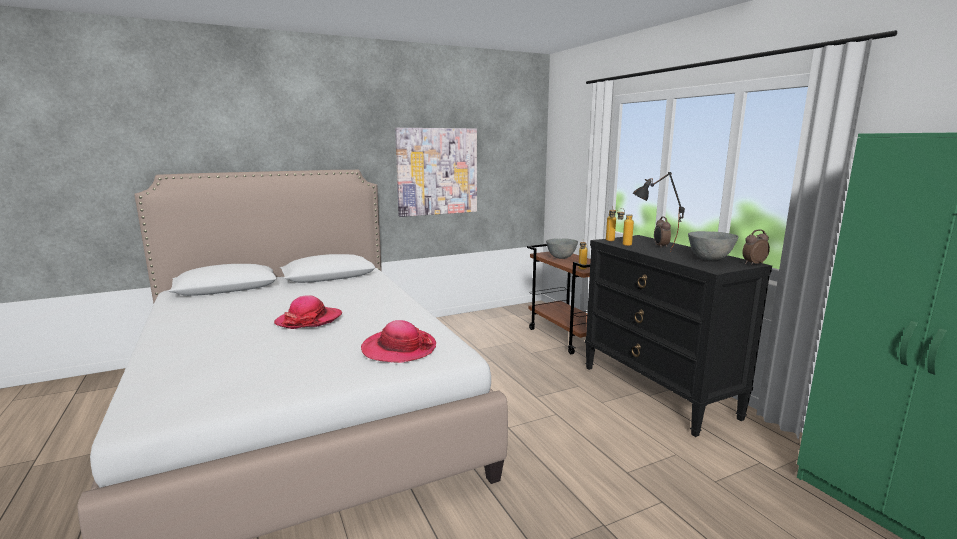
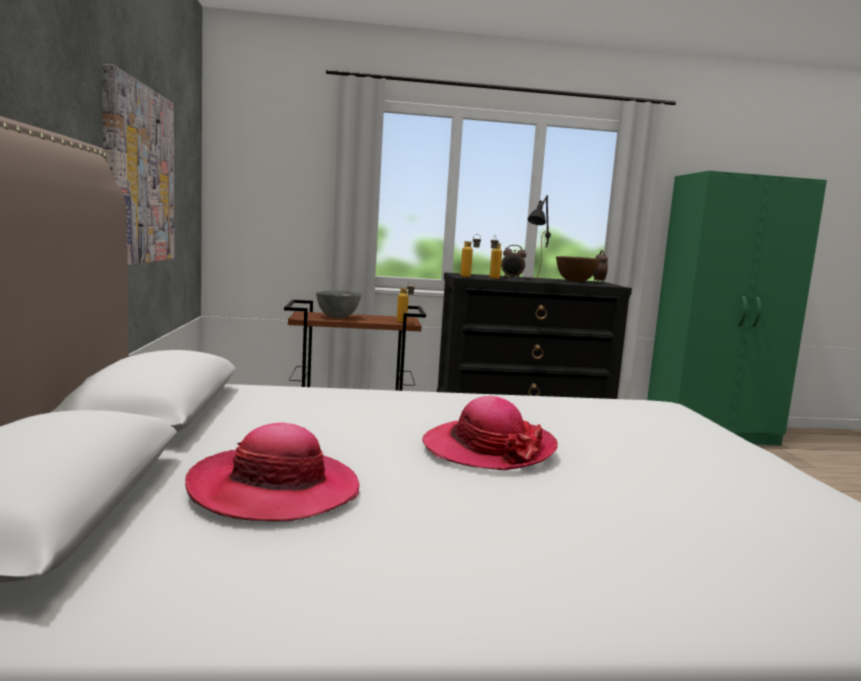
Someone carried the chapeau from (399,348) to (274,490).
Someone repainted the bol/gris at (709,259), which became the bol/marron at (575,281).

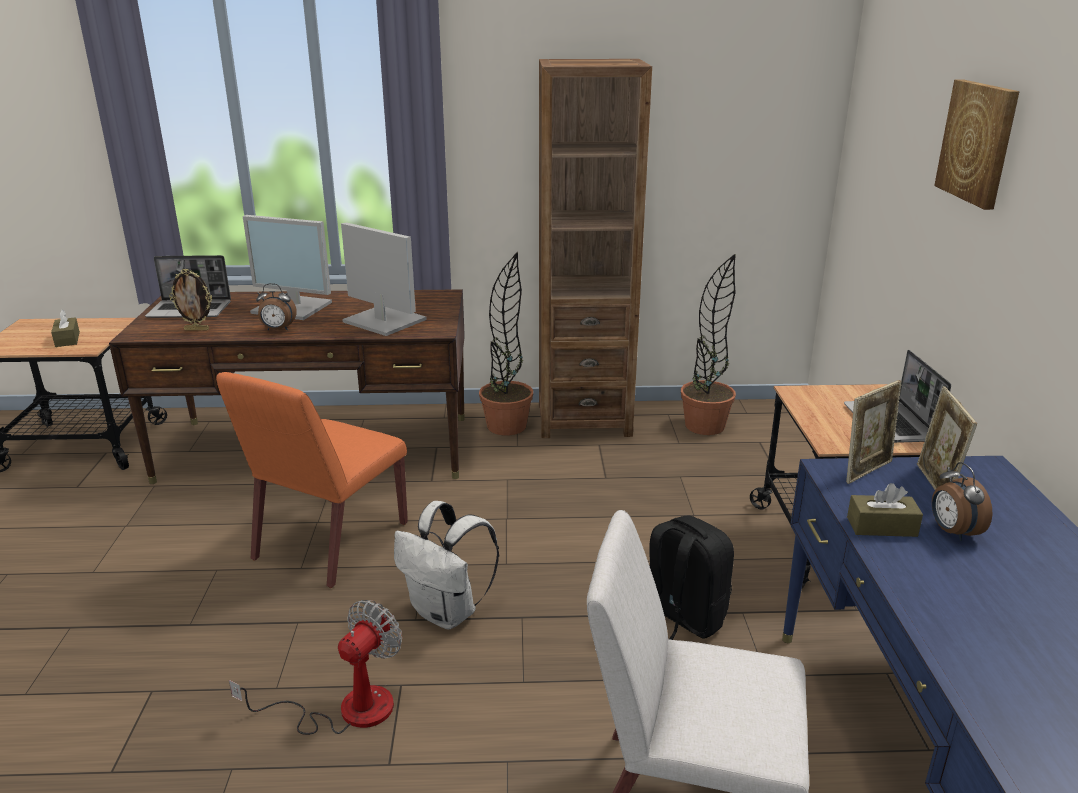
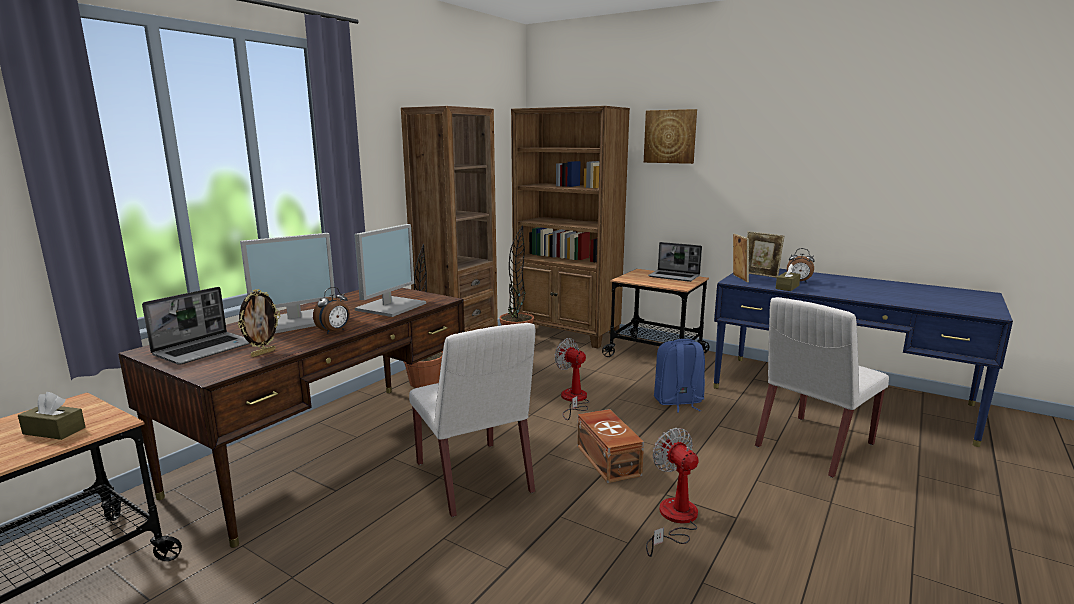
Someone repainted the chaise/orange at (330,542), which became the chaise/blanc at (474,478).
Someone rotated the écran d'ordinateur at (382,321) by 135 degrees clockwise.
Someone swapped the sac à dos/blanc at (447,613) for the boîte de rangement/marron at (608,459).
Someone repainted the sac à dos/noir at (681,618), which became the sac à dos/bleu at (678,402).
Someone put down the bibliothèque/marron at (567,333).
Someone put down the ventilateur at (573,400).

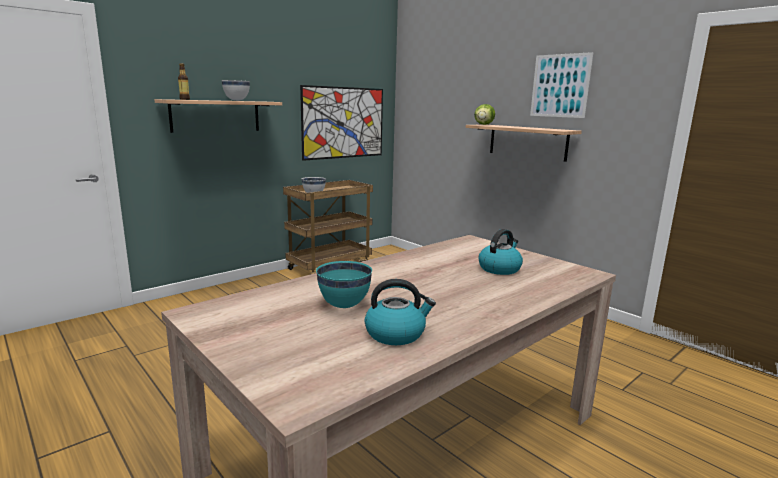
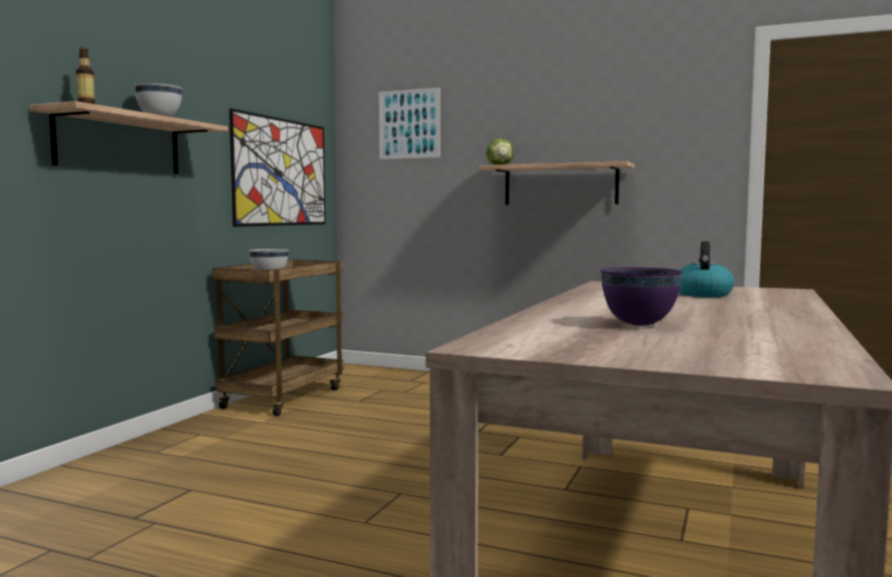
Someone repainted the bol/turquoise at (344,306), which became the bol/violet at (640,325).
Someone took away the bouilloire at (396,333).
Someone carried the tableau from (560,86) to (409,124).

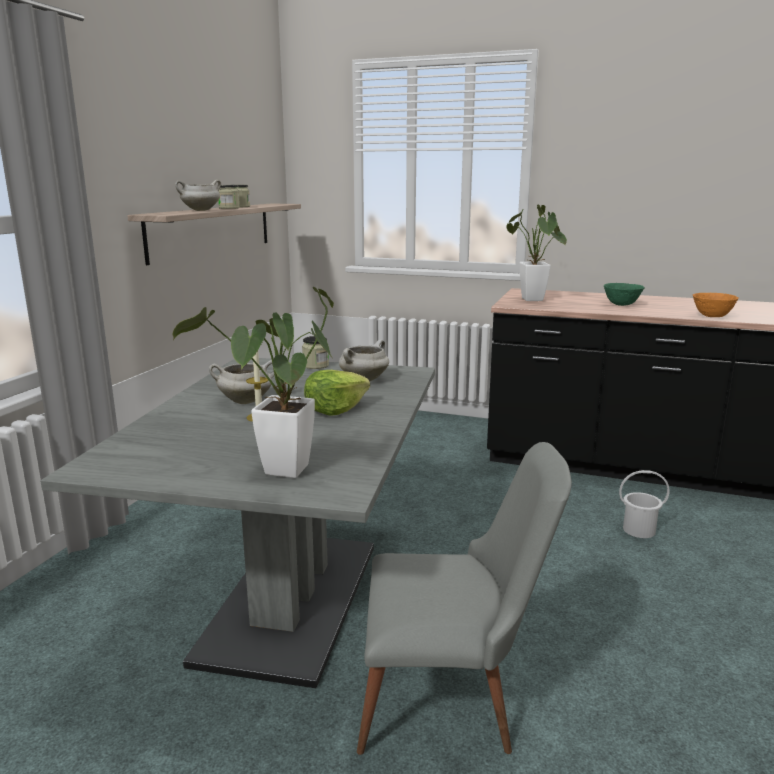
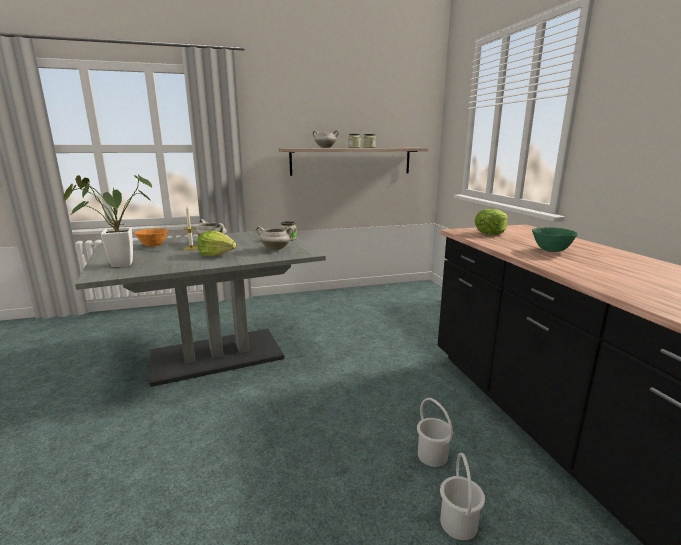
Someone took away the chaise/gris at (451,703).
Someone swapped the plante en pot at (533,300) for the laitue at (491,233).
Someone carried the bol/orange from (712,316) to (153,246).
Someone put down the seau/blanc at (459,523).

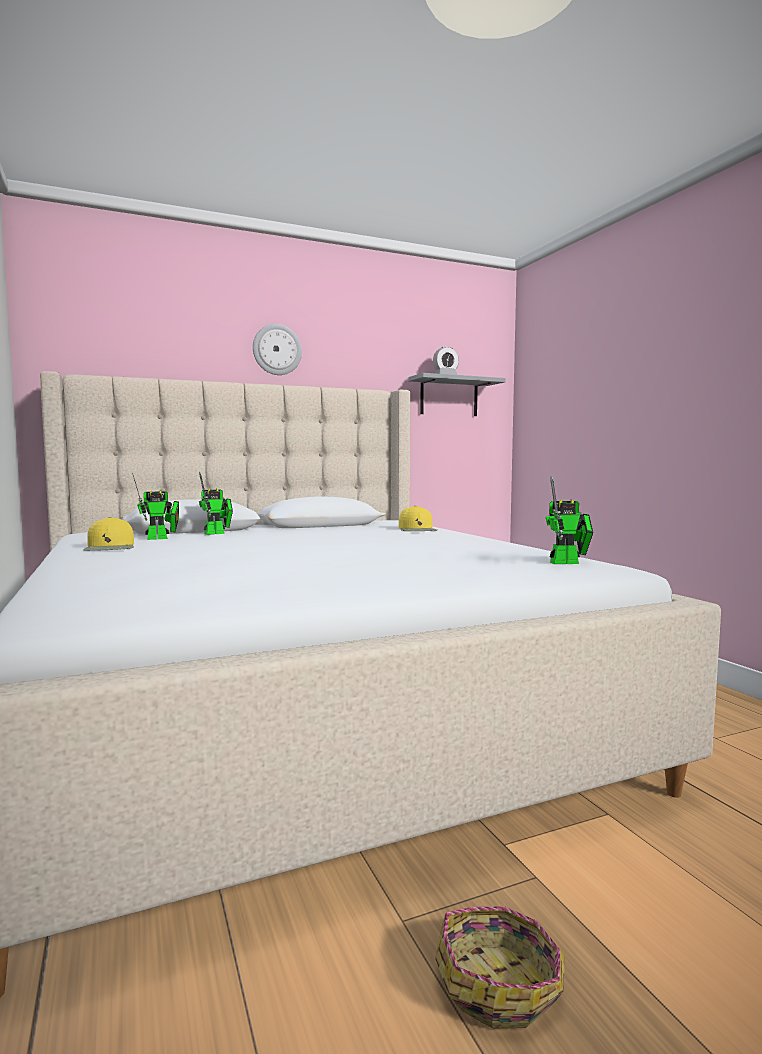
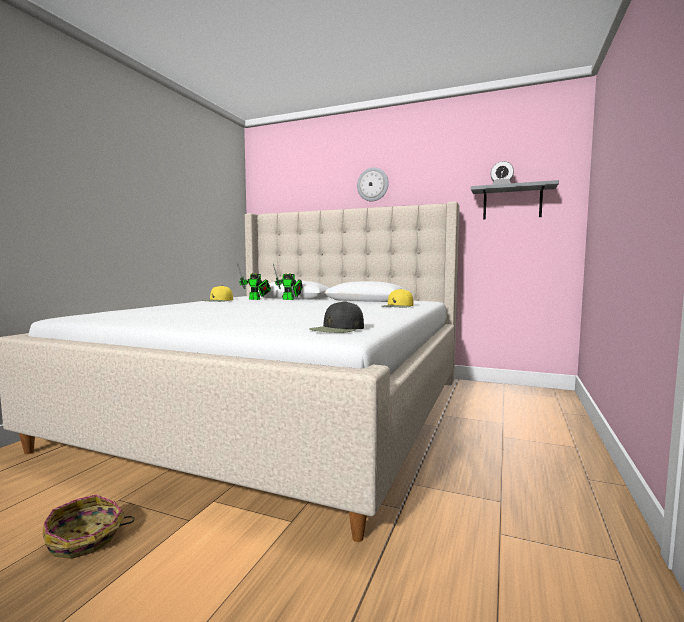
Someone swapped the robot jouet at (568,563) for the casquette/noir at (337,329).

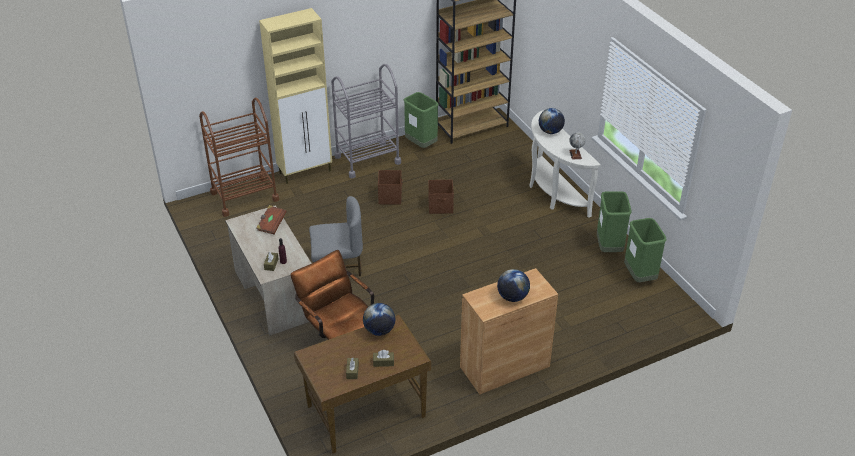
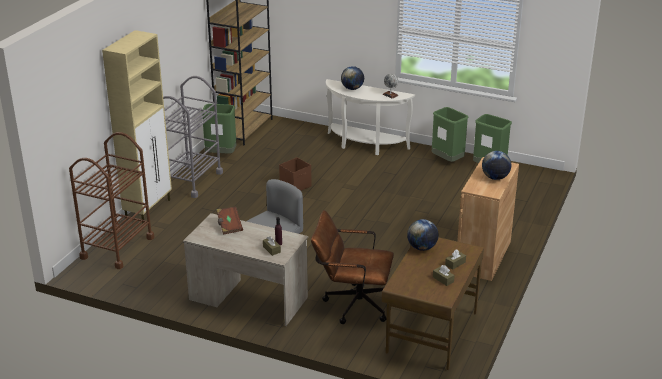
Someone took away the boîte de rangement/marron at (390,197).

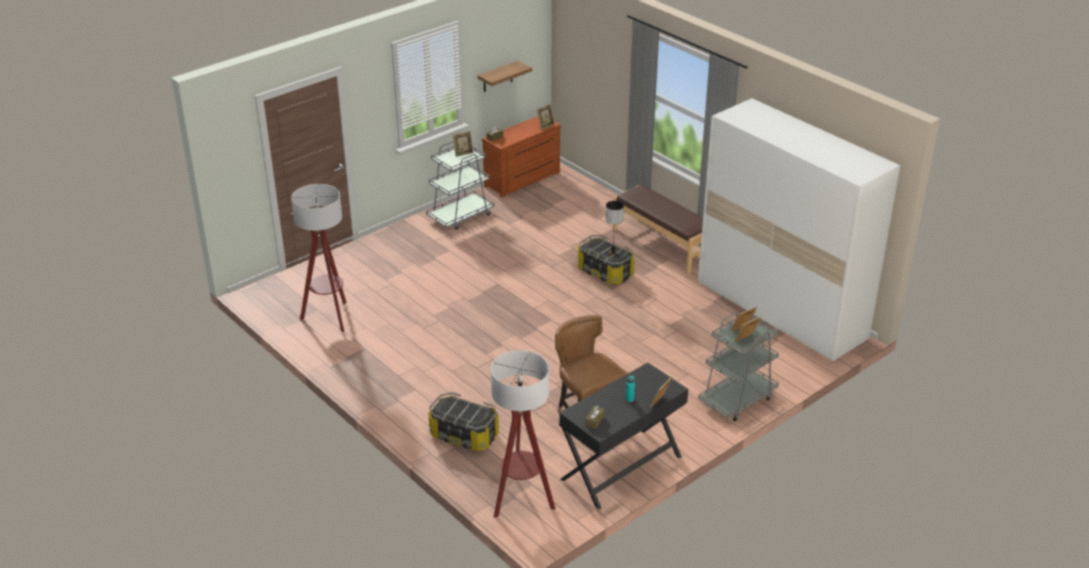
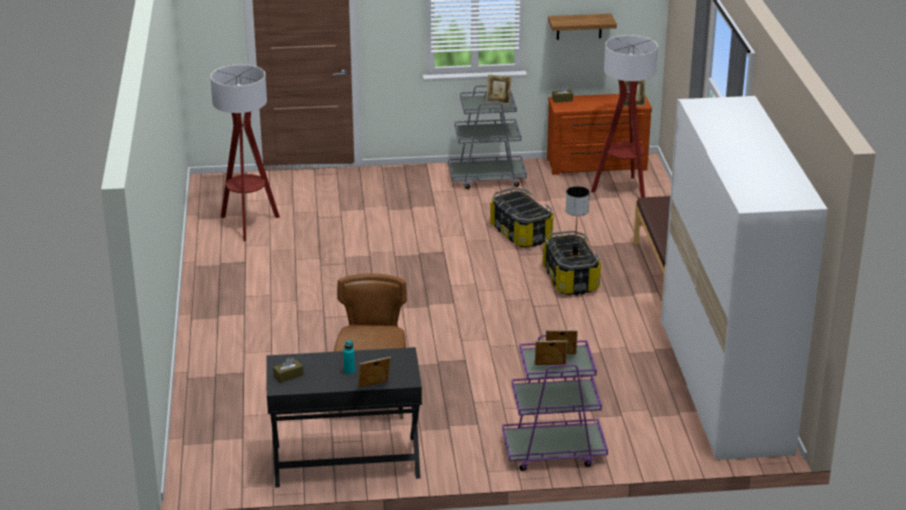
Someone carried the boîte de rangement from (464,435) to (520,233).
Someone carried the lampadaire from (521,501) to (623,190).
Someone repainted the chariot/gris at (737,399), which became the chariot/violet at (553,451).

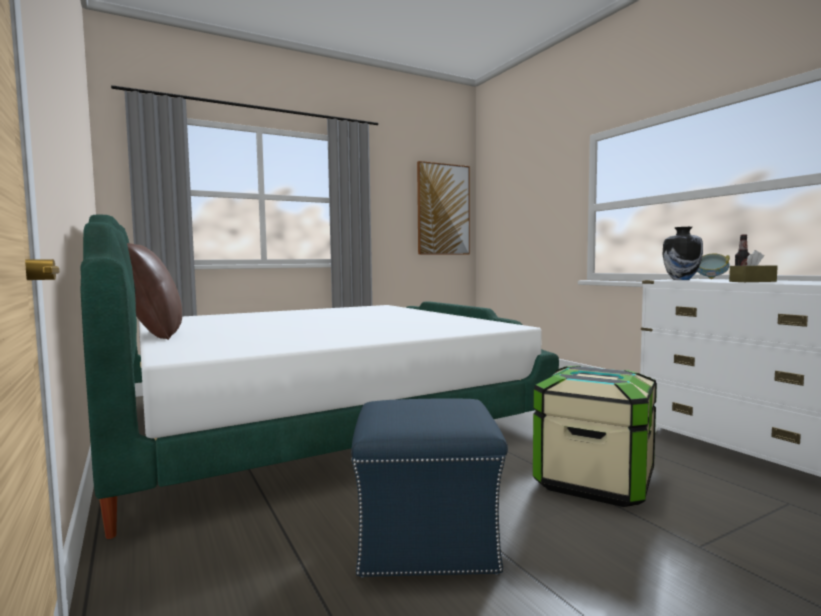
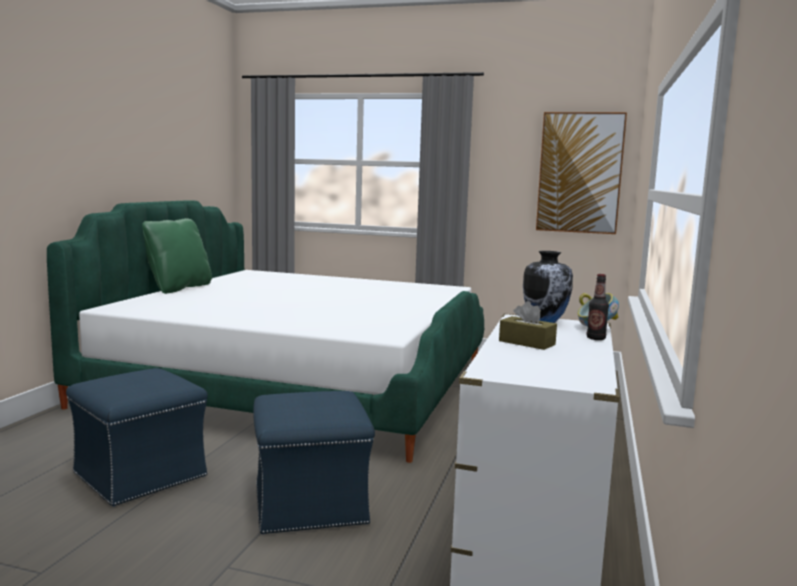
Someone repainted the coussin/marron at (153,335), which became the coussin/vert at (178,288).
Someone swapped the boîte de rangement at (594,481) for the pouf/bleu at (310,504).

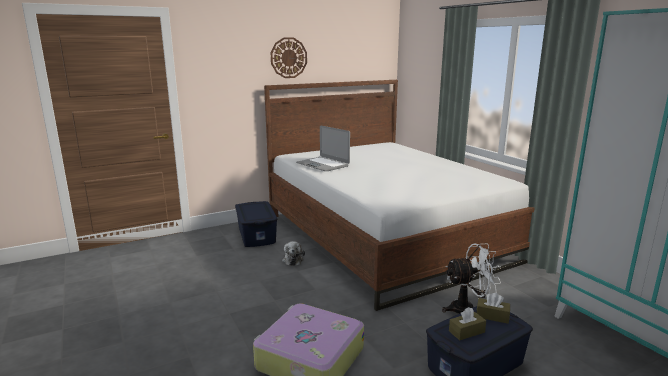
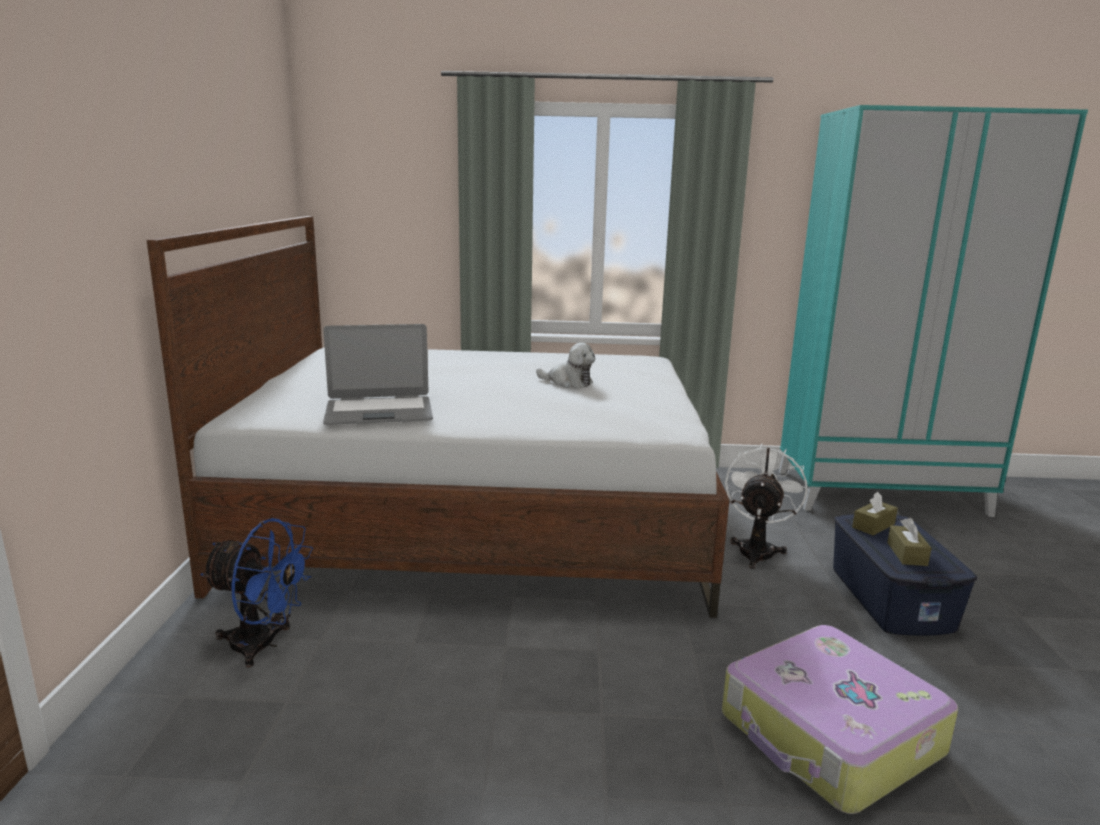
Someone swapped the boîte de rangement/bleu at (257,235) for the ventilateur/bleu at (264,645).
Someone took away the horloge murale at (288,58).
Someone carried the peluche from (293,260) to (568,382).

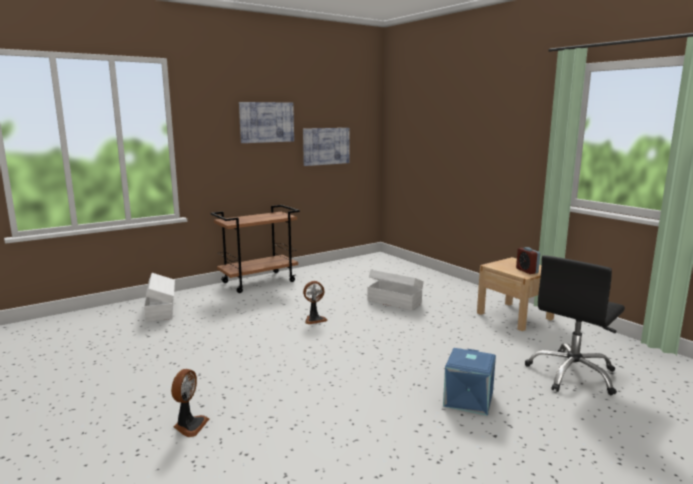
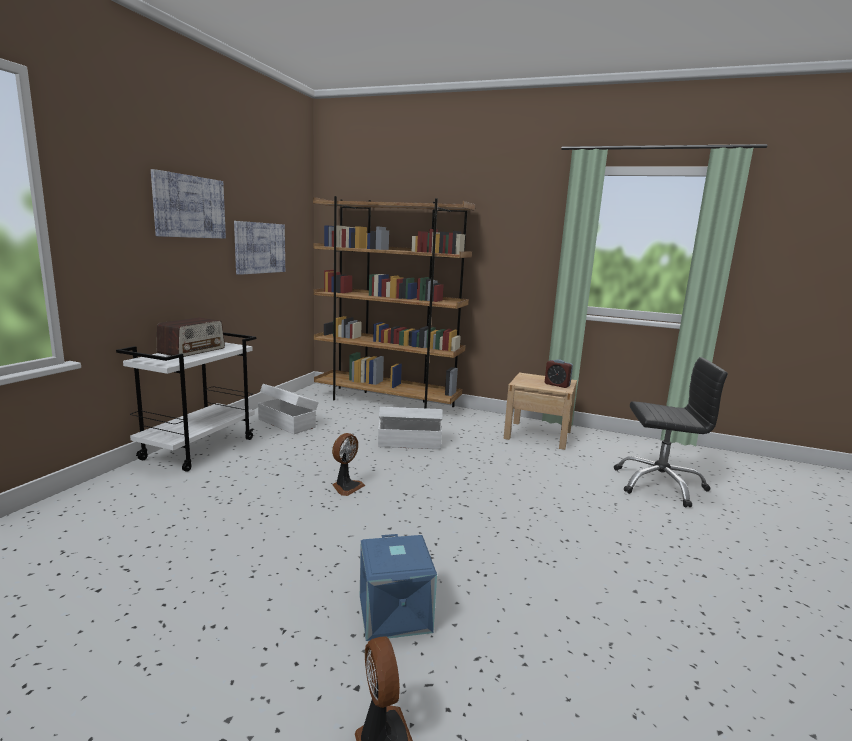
Someone carried the boîte de rangement/blanc from (161,310) to (287,423).
Someone repainted the chariot/marron at (259,282), which became the chariot/blanc at (199,448).
Someone carried the boîte de rangement/bleu from (469,400) to (396,613).
Someone rotated the chaise de bureau/noir at (572,374) by 90 degrees counterclockwise.
Someone put down the radio at (192,350).
Someone put down the bibliothèque/marron at (387,402).

